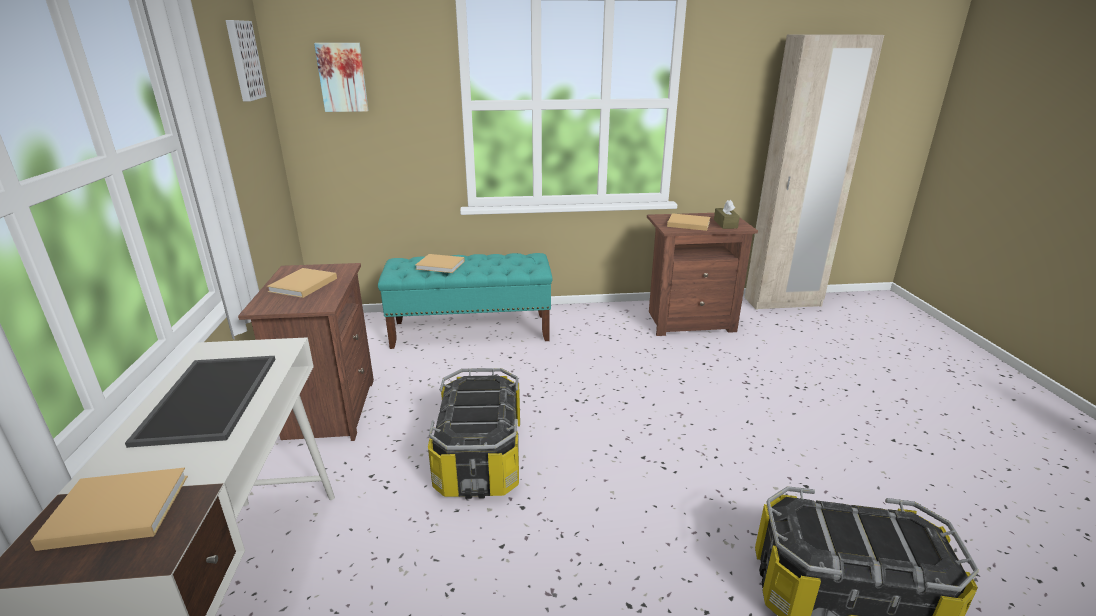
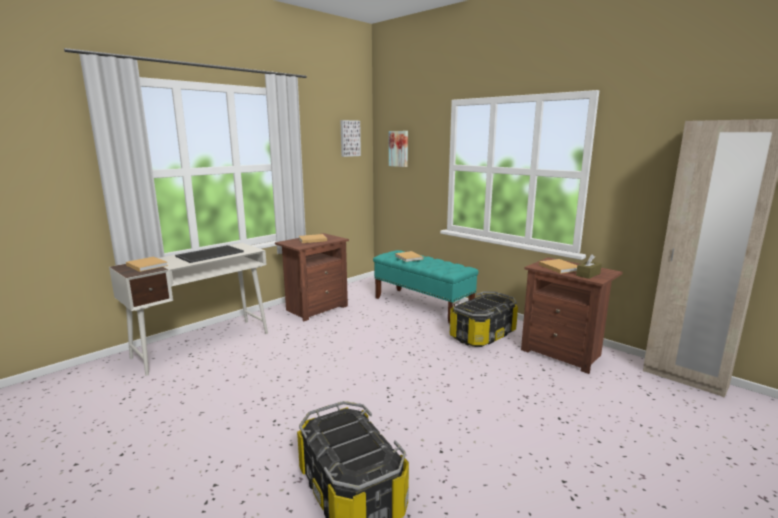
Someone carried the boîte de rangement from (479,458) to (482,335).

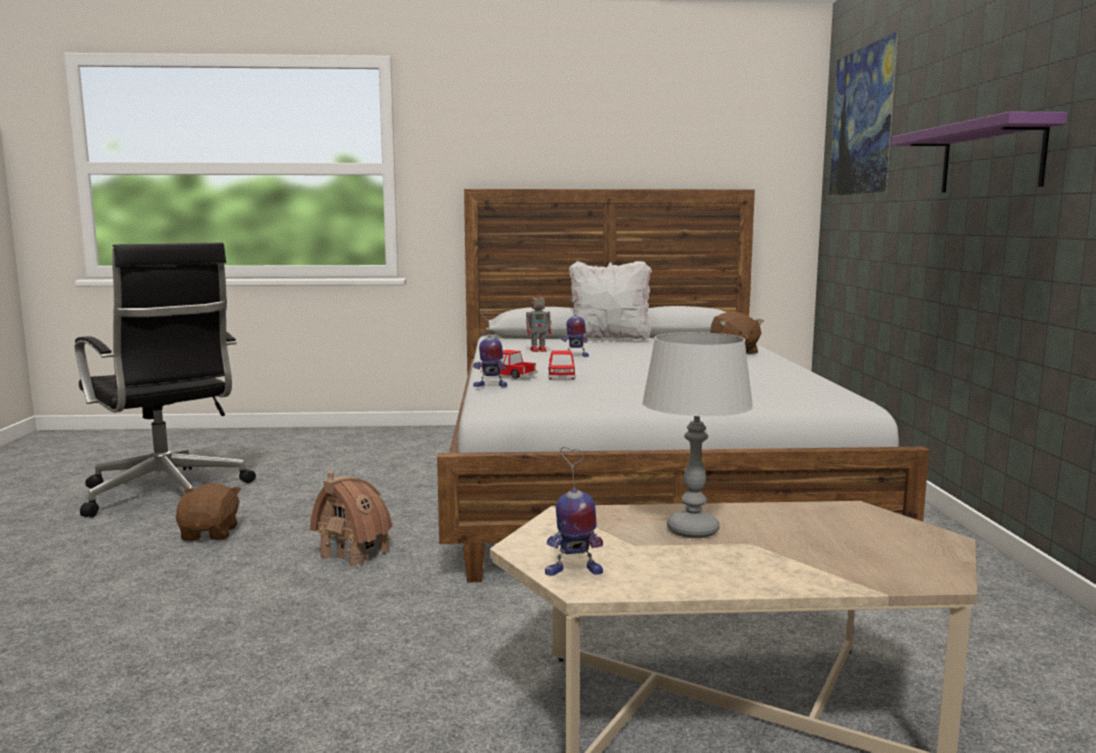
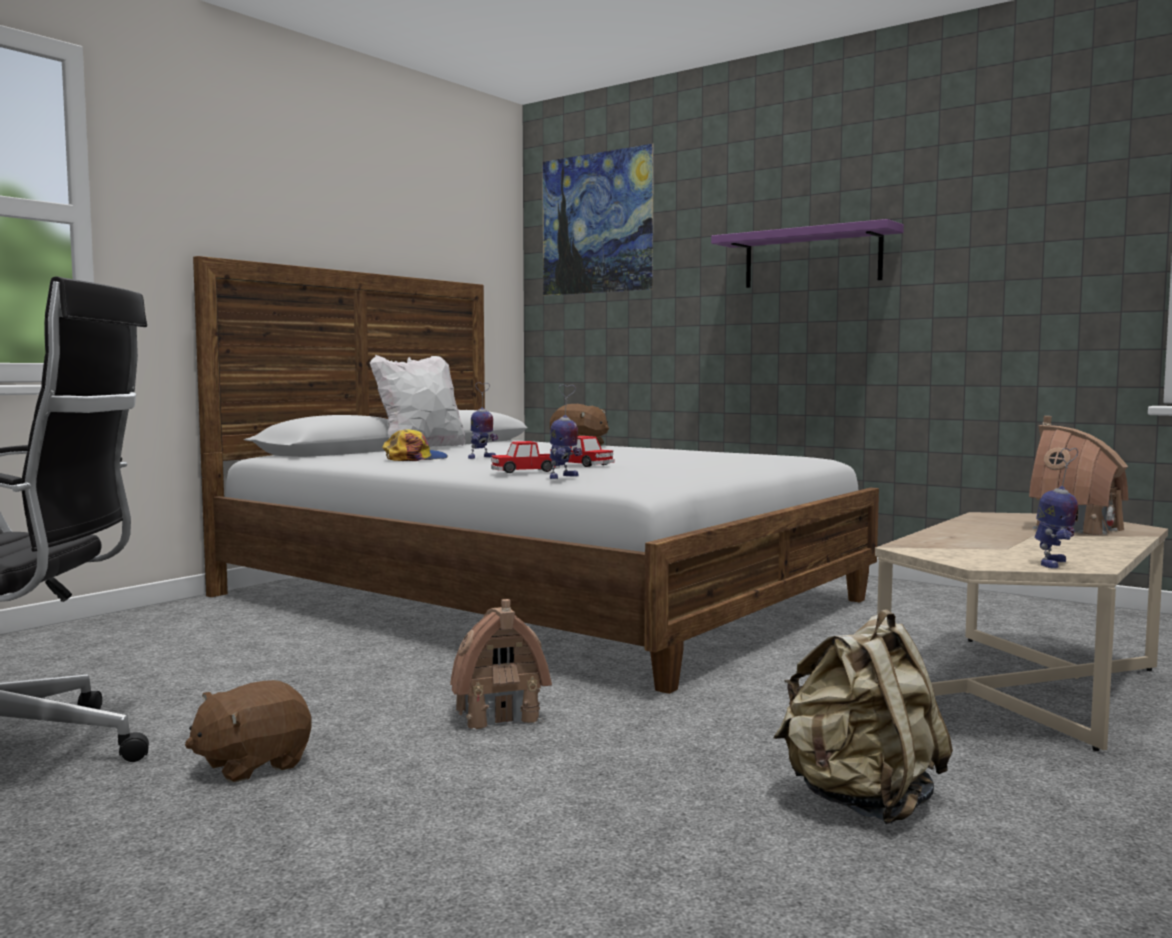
Someone rotated the peluche/marron at (210,533) by 75 degrees counterclockwise.
Someone swapped the robot jouet at (539,350) for the casquette at (414,459).
Someone took away the lampe de table/gris at (693,530).
Someone put down the sac à dos/beige at (861,802).
Someone put down the maison miniature at (1076,529).

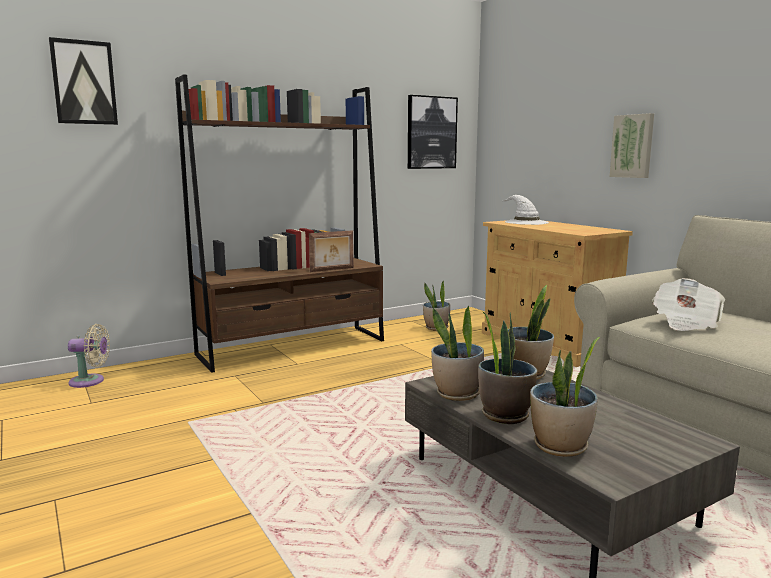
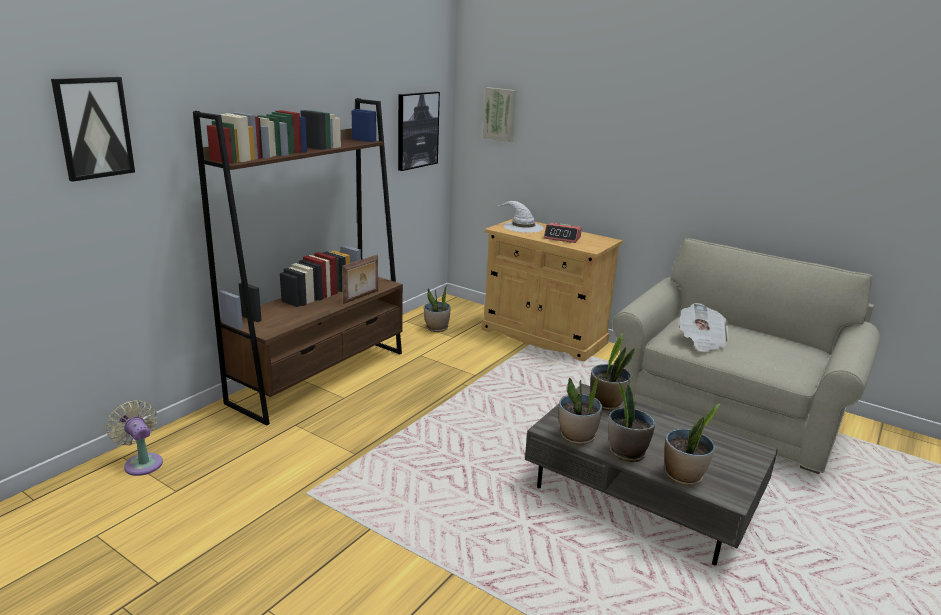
Someone rotated the ventilateur/beige at (90,381) by 105 degrees counterclockwise.
Someone carried the tableau from (633,146) to (500,114).
Someone put down the réveil at (562,238).

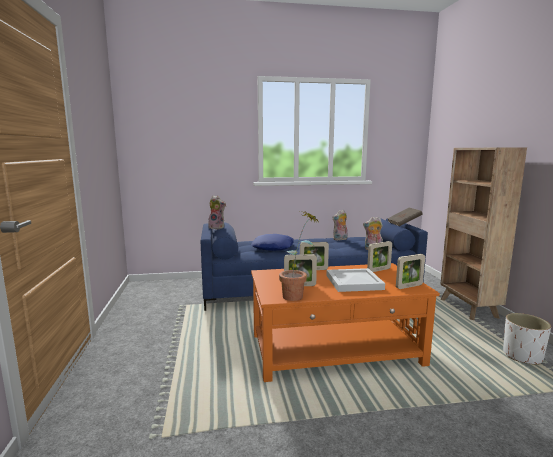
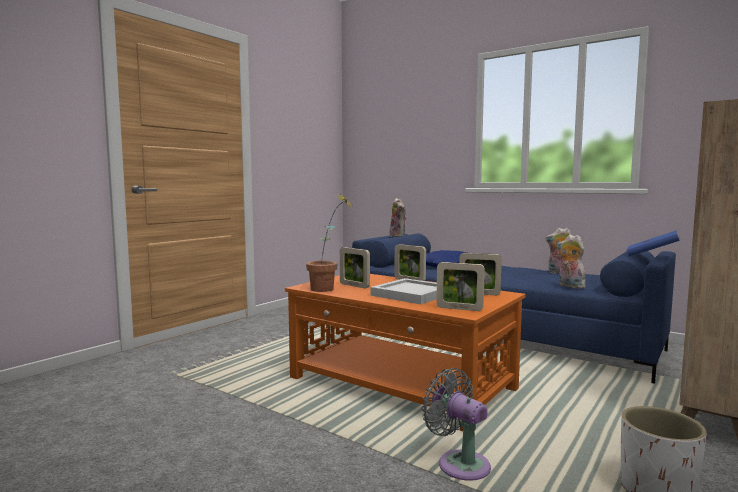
Someone repainted the livre/marron at (404,223), which became the livre/bleu at (652,256).
Someone put down the ventilateur/gris at (459,464).

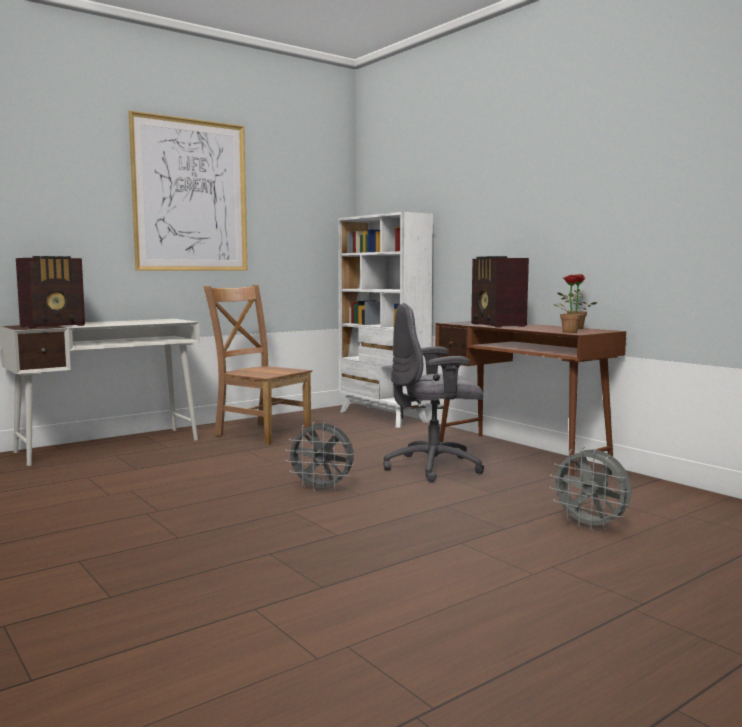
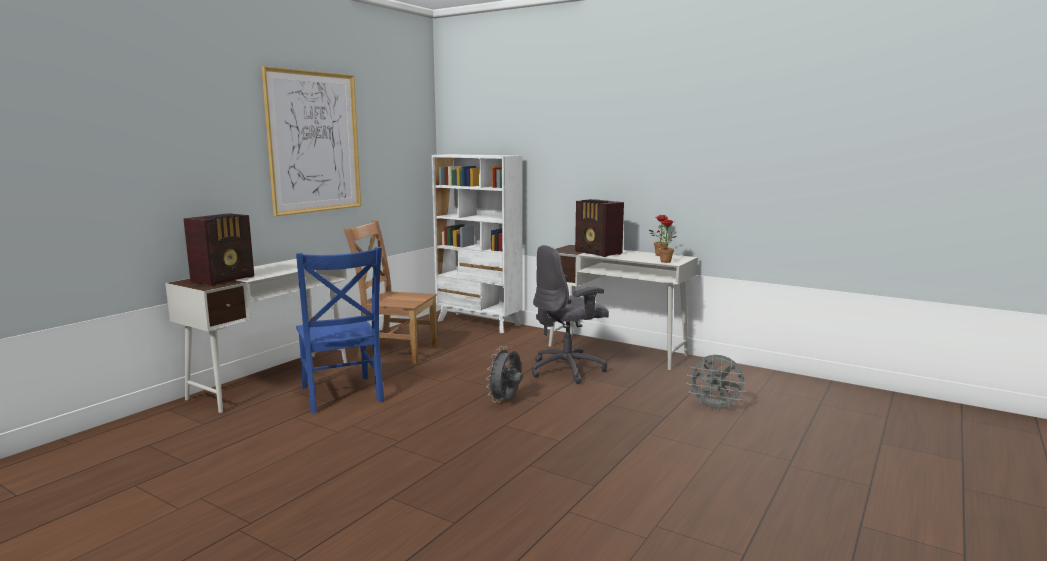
Someone rotated the ventilateur/gris at (322,489) by 120 degrees clockwise.
Someone repainted the bureau/marron at (521,455), which became the bureau/blanc at (617,350).
Someone put down the chaise/bleu at (341,395).

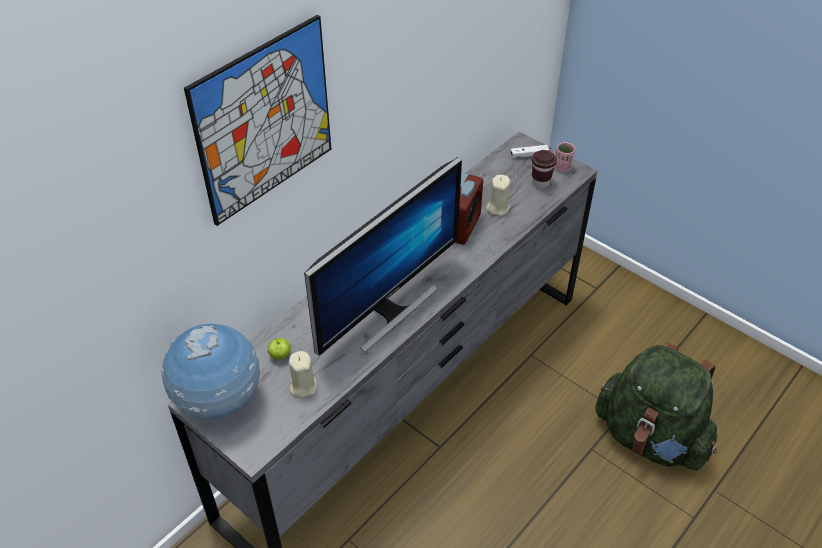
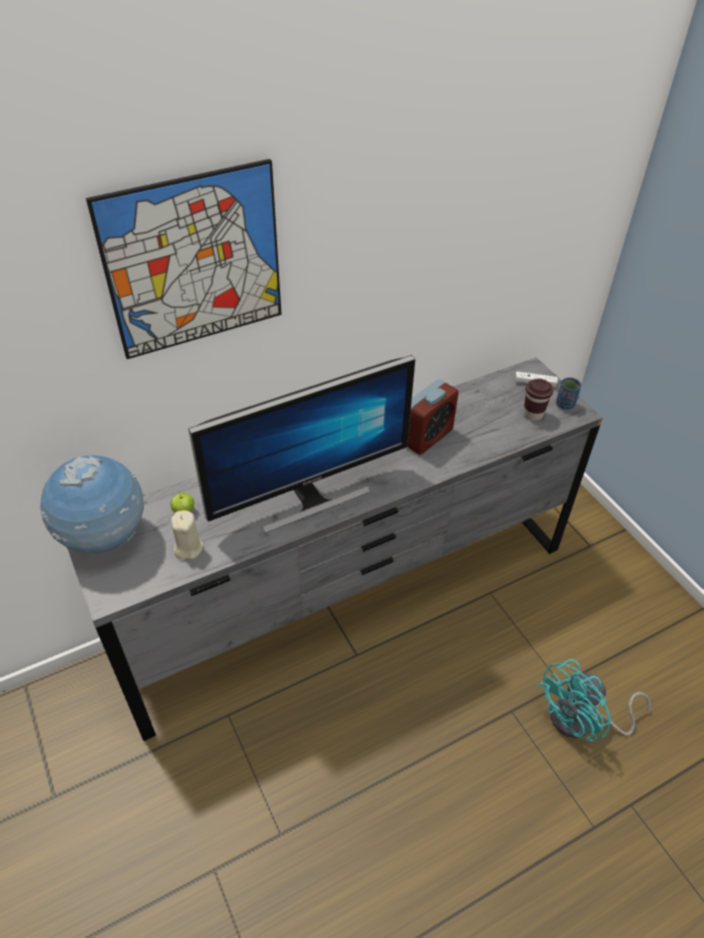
Someone took away the bougie/beige at (498,208).
Someone repainted the tasse/rose at (562,167), which became the tasse/bleu at (565,405).
Someone swapped the sac à dos/vert at (650,437) for the ventilateur/turquoise at (581,721).

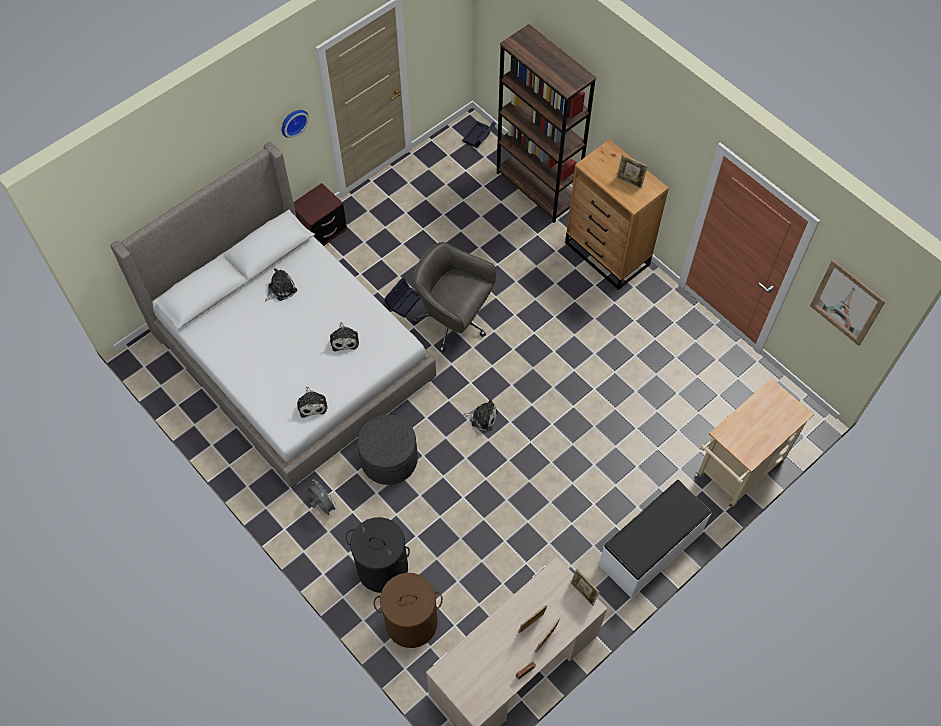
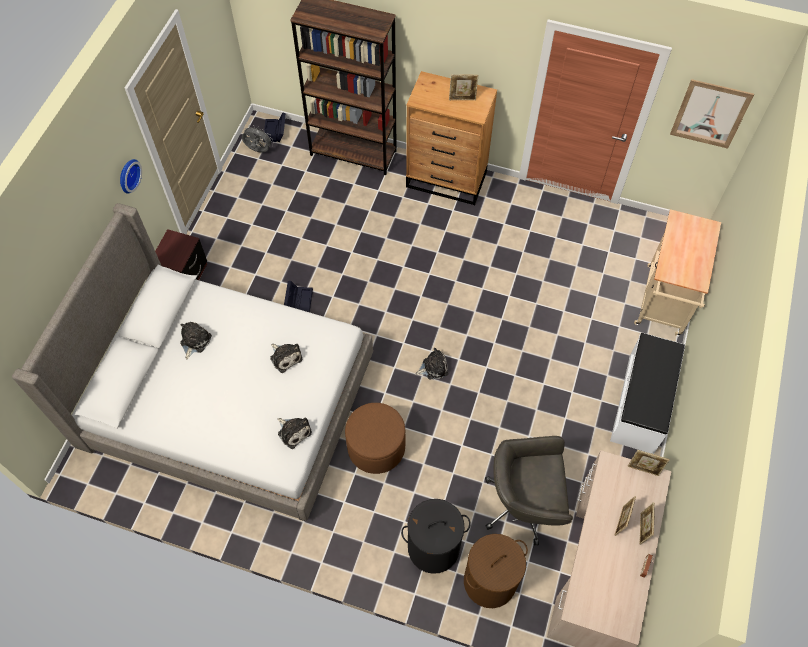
Someone carried the ventilateur/gris from (323,506) to (258,150).
Someone repainted the pouf/gris at (389,459), which became the pouf/marron at (376,447).
Someone carried the chaise de bureau/gris from (453,321) to (524,504).

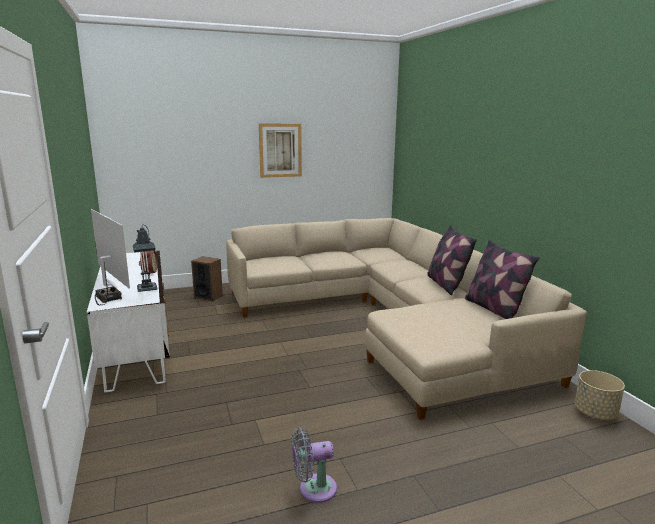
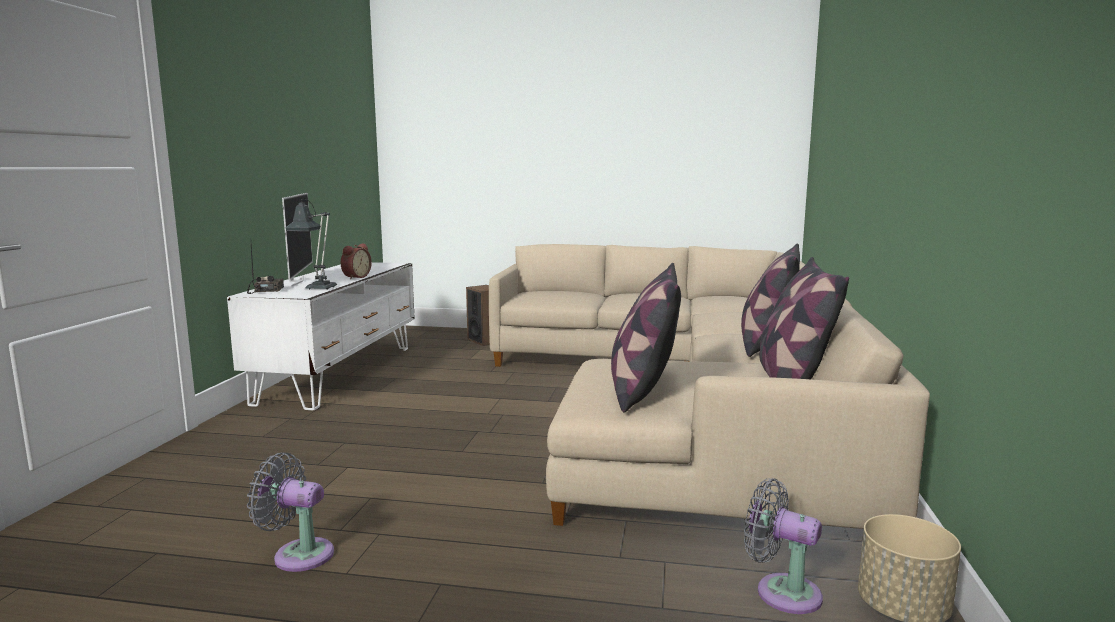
Someone took away the tableau at (280,150).
Someone put down the coussin at (643,391).
Someone put down the ventilateur/gris at (781,592).

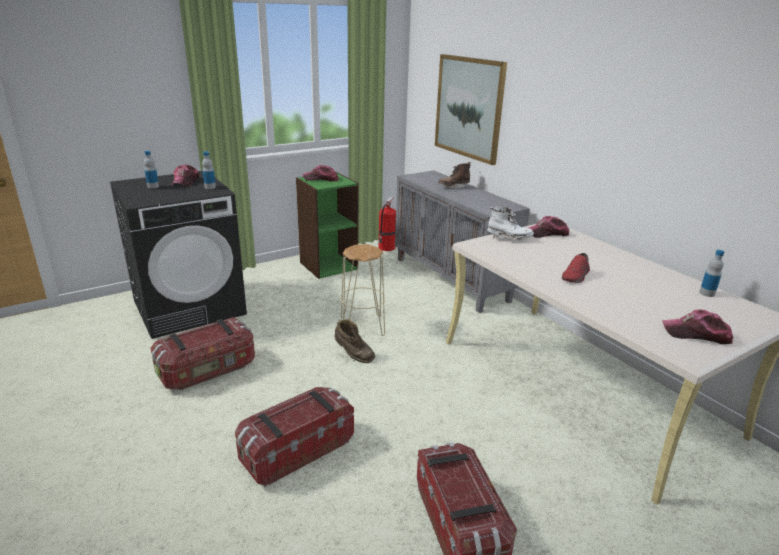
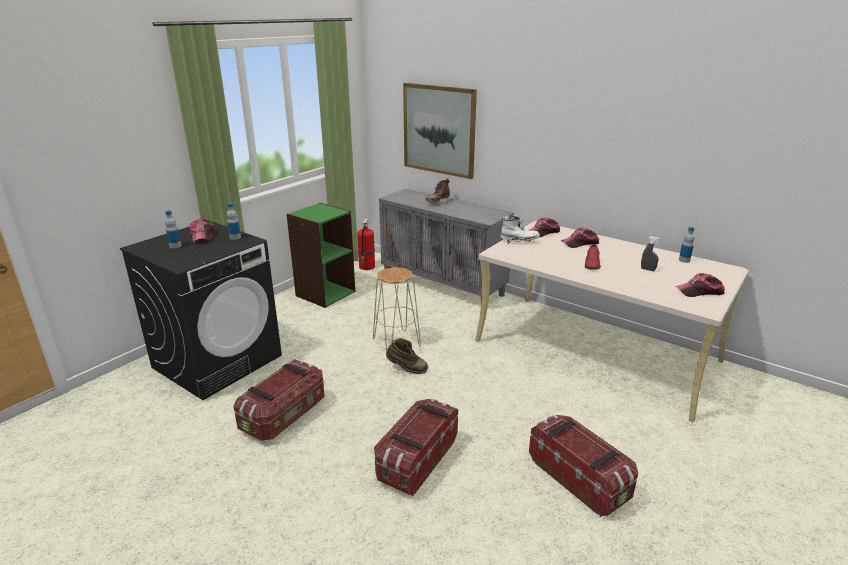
Someone carried the casquette from (321,179) to (580,243).
Someone put down the vaporisateur/gris at (647,269).

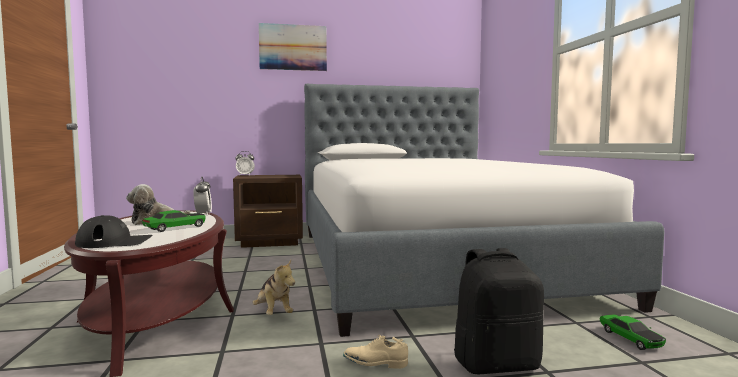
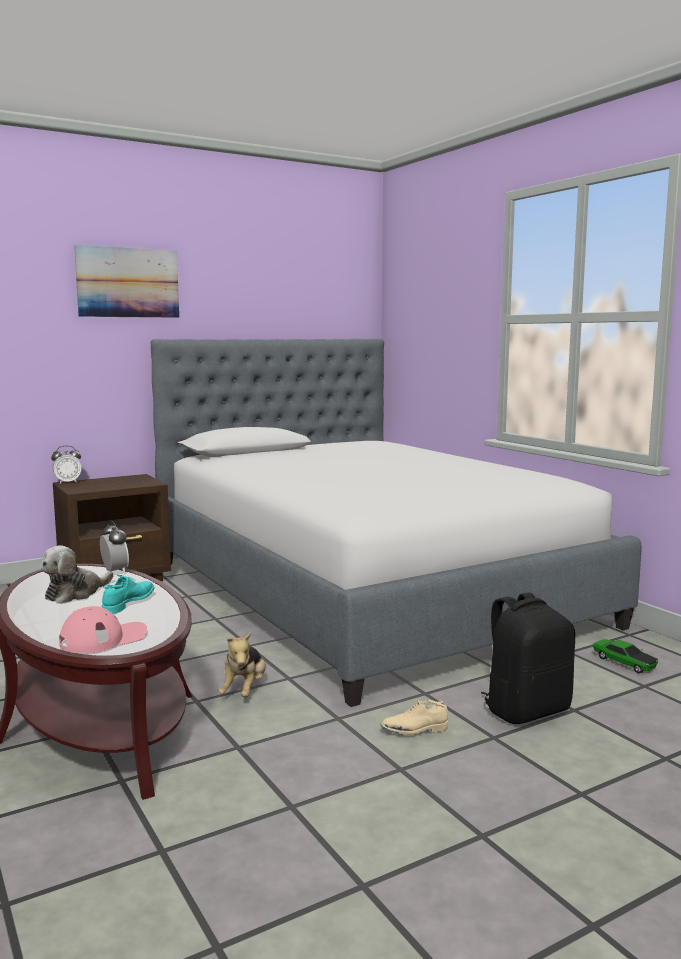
Someone repainted the casquette/noir at (115,242), which became the casquette/rose at (103,639).
Someone swapped the petite voiture at (175,228) for the chaussure/turquoise at (128,603).
Someone rotated the peluche at (273,313) by 60 degrees clockwise.

